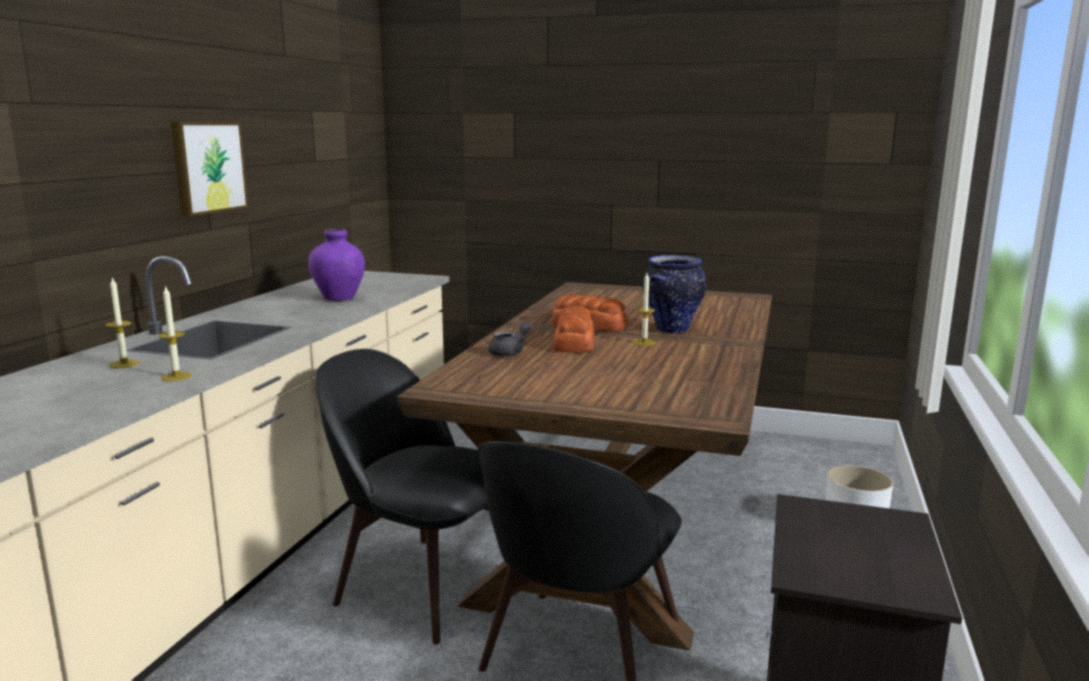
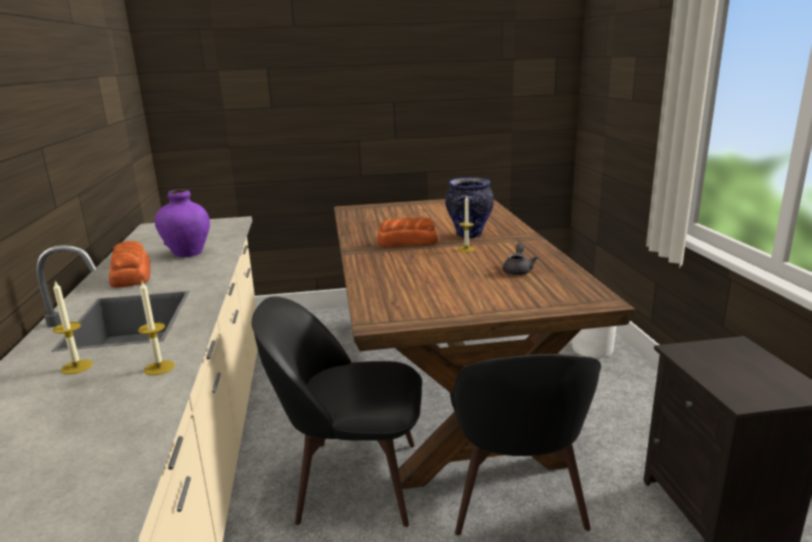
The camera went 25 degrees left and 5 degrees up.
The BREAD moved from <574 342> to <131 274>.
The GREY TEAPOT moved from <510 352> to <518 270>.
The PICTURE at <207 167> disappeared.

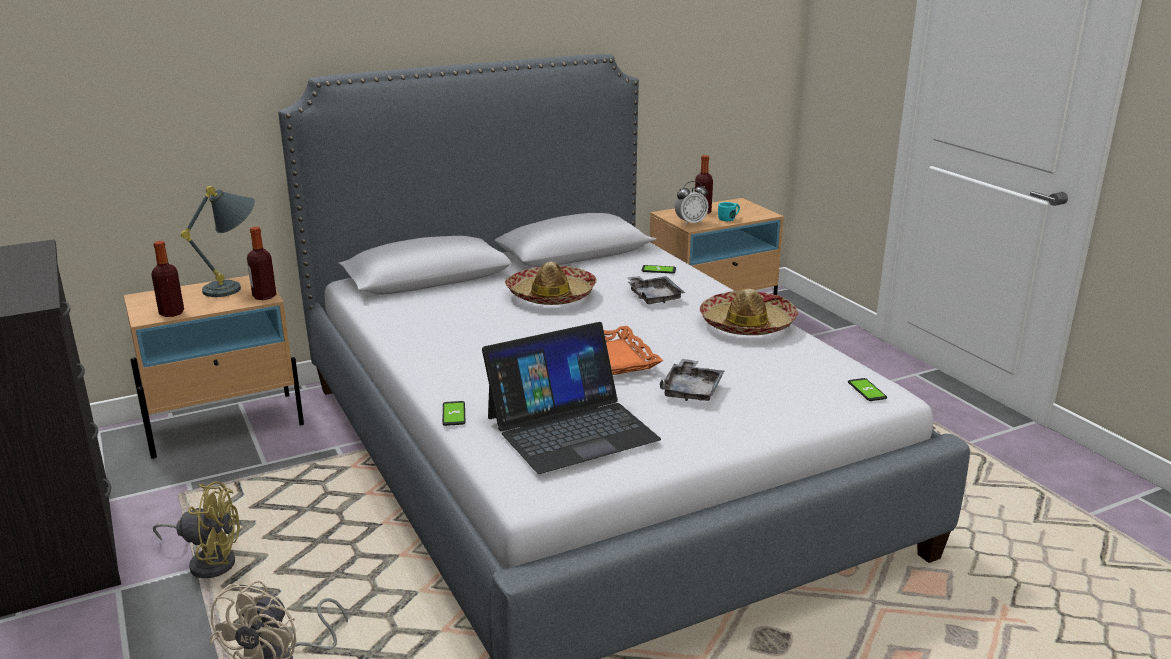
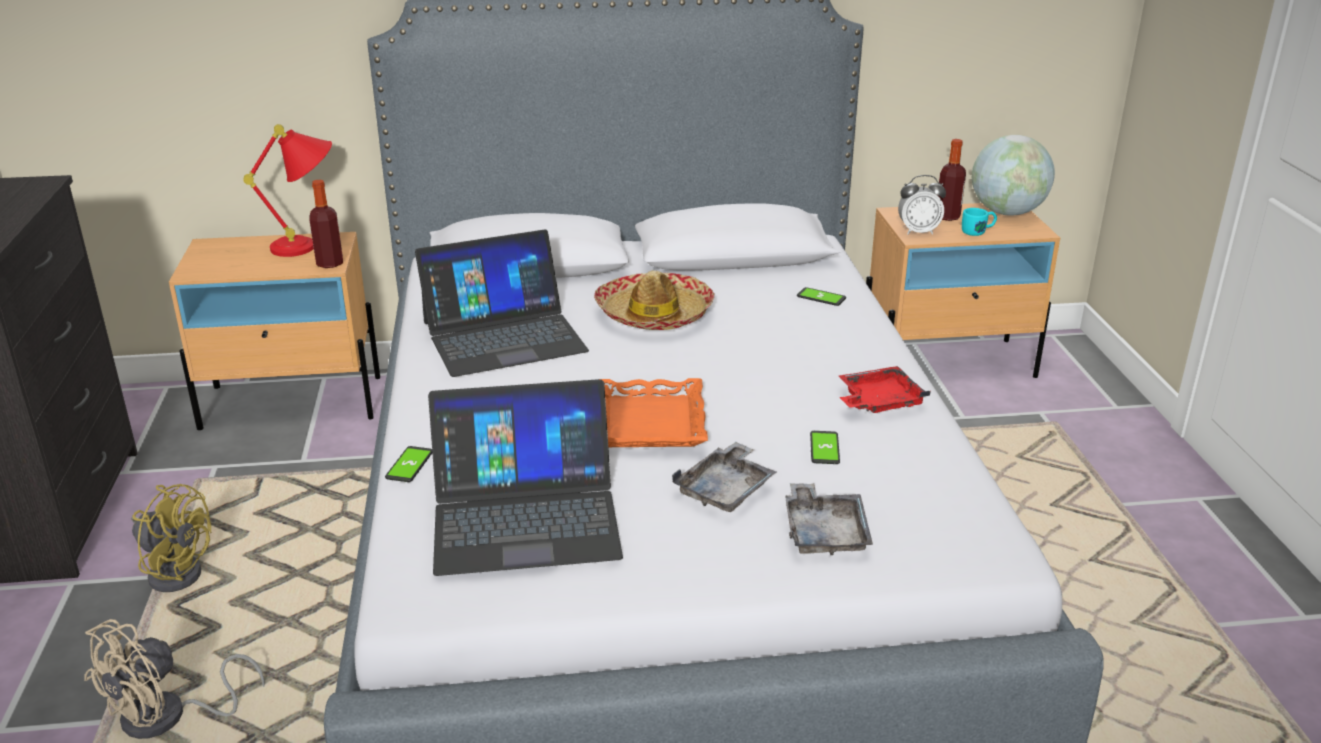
The camera went 20 degrees right and 5 degrees up.
The GREY TABLE LAMP at <235 287> became the RED TABLE LAMP at <309 246>.
The LAPTOP at <503 336> appeared.
The GREY TRAY moved from <654 297> to <824 532>.
The PHONE moved from <866 390> to <824 448>.
The HAT at <747 324> was replaced by the RED TRAY at <878 401>.
The GLOBE at <1007 212> appeared.
The BOTTLE at <171 313> disappeared.

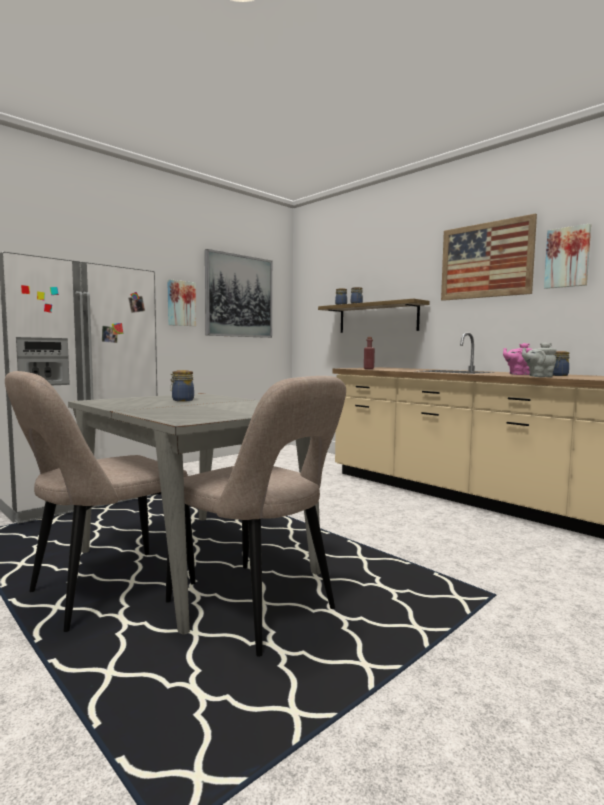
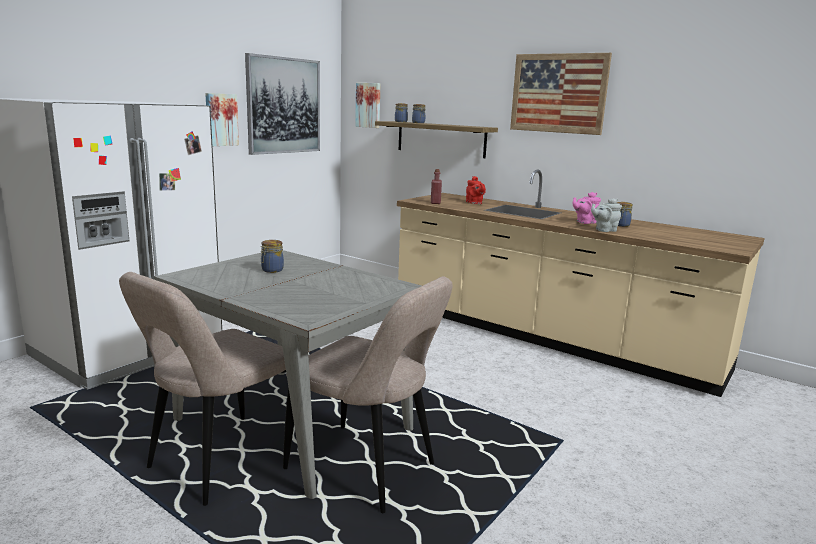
The camera went 10 degrees left and 10 degrees up.
The PICTURE moved from <567 257> to <369 105>.
The RED TEAPOT at <474 203> appeared.

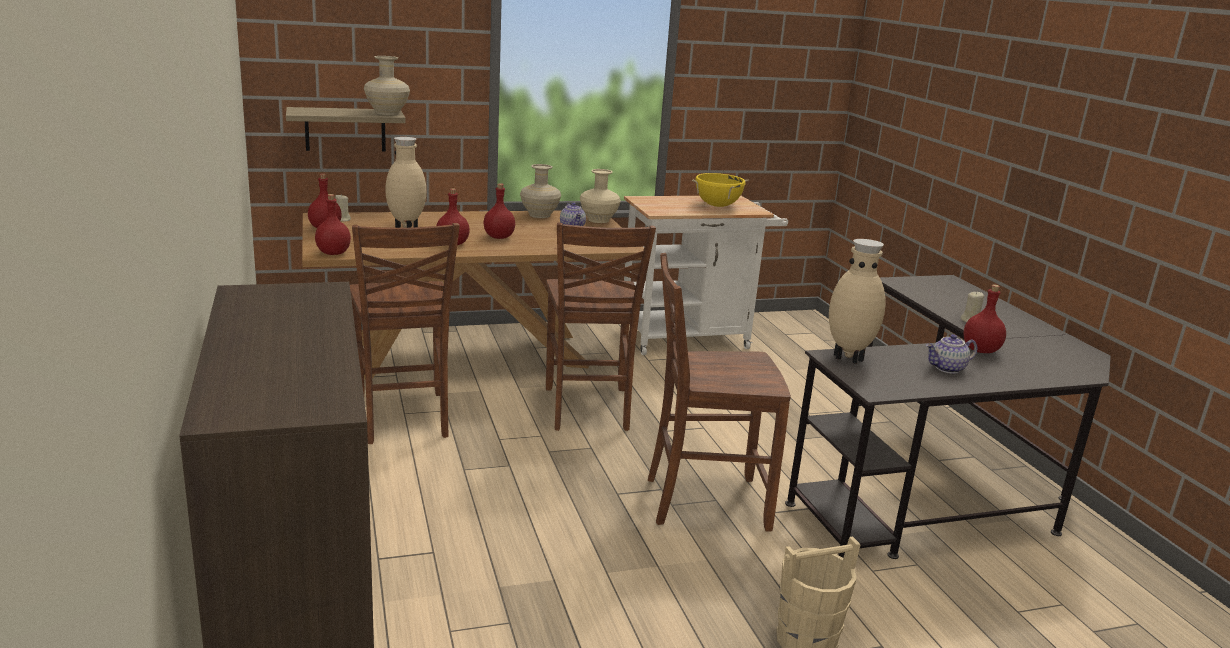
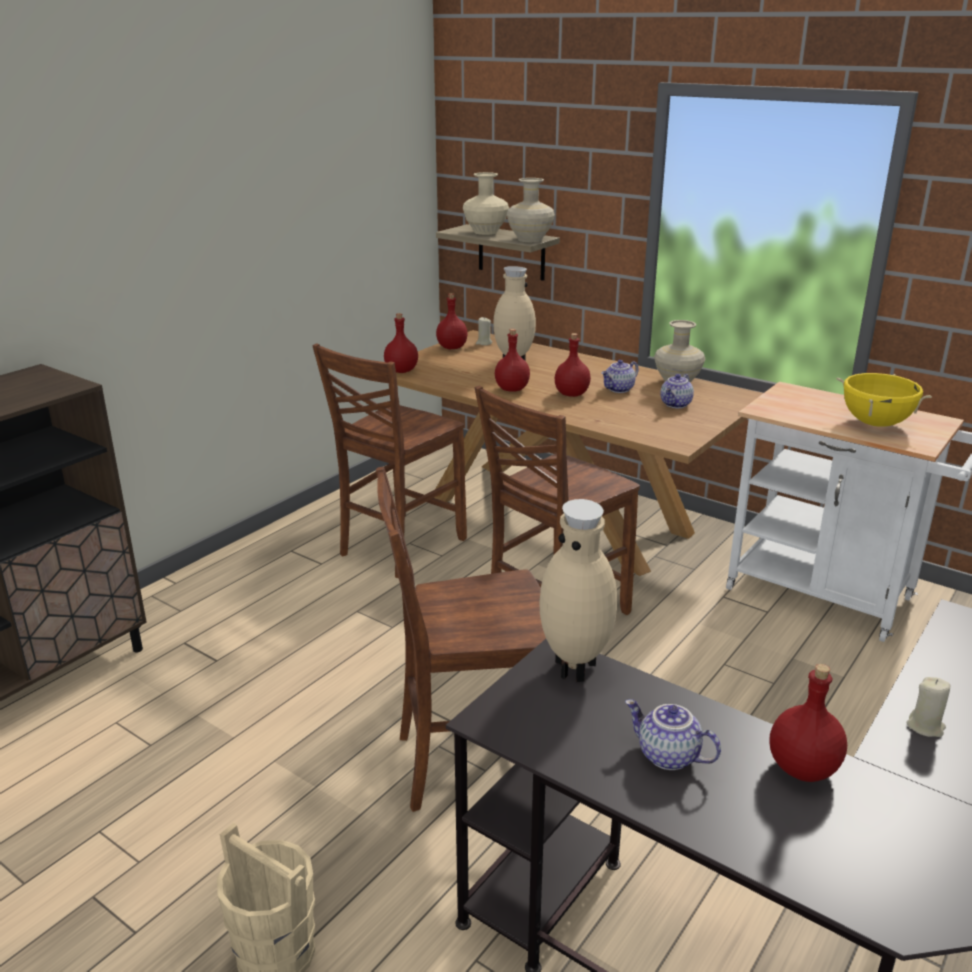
The camera went 55 degrees right and 5 degrees up.
The BROWN CHAIR at <703 502> turned 60 degrees counterclockwise.
The BEIGE VASE moved from <598 220> to <485 232>.
The TEAPOT at <619 389> appeared.

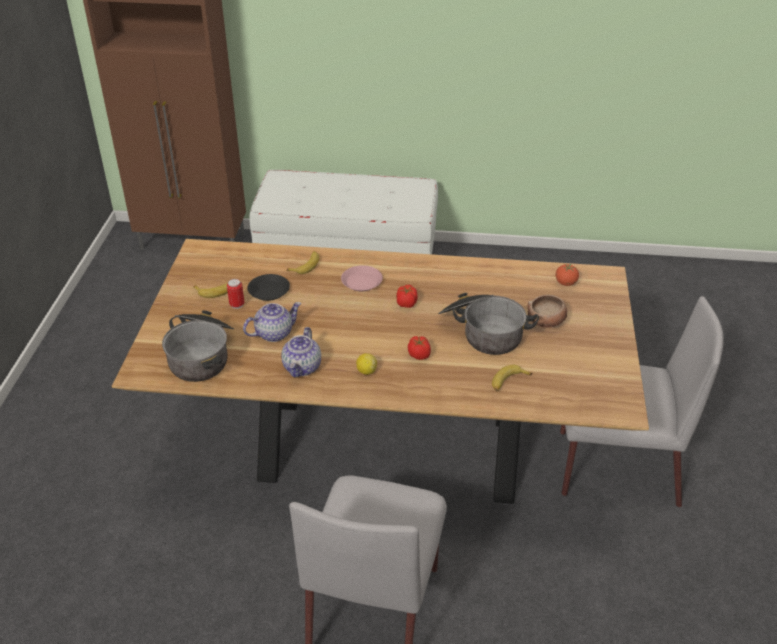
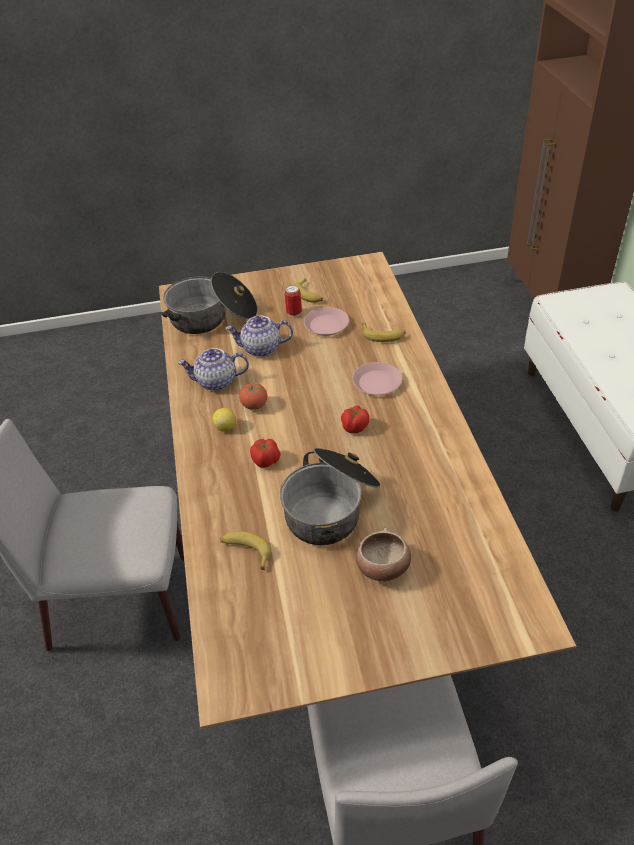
The camera went 75 degrees right and 5 degrees up.
The TEAPOT at <274 333> turned 135 degrees clockwise.
The TOMATO moved from <565 283> to <254 405>.
The BLACK PLATE at <269 291> became the PINK PLATE at <326 325>.

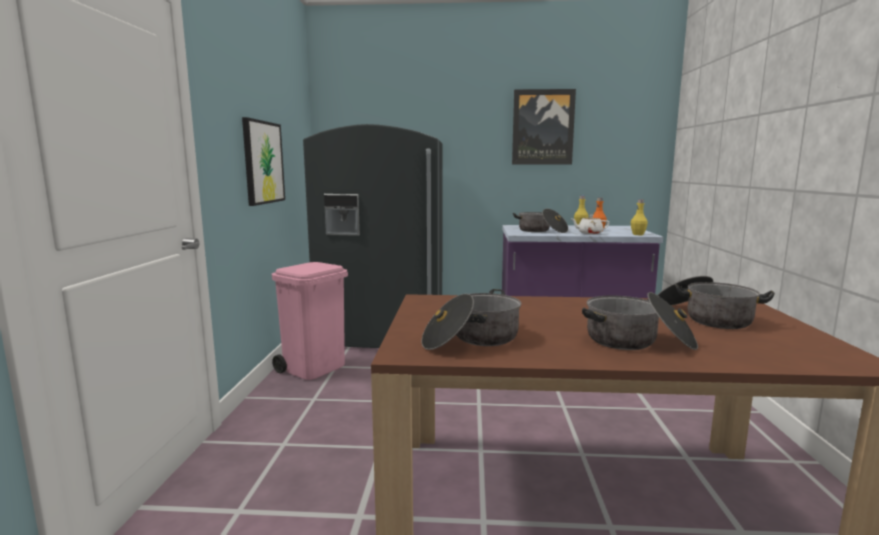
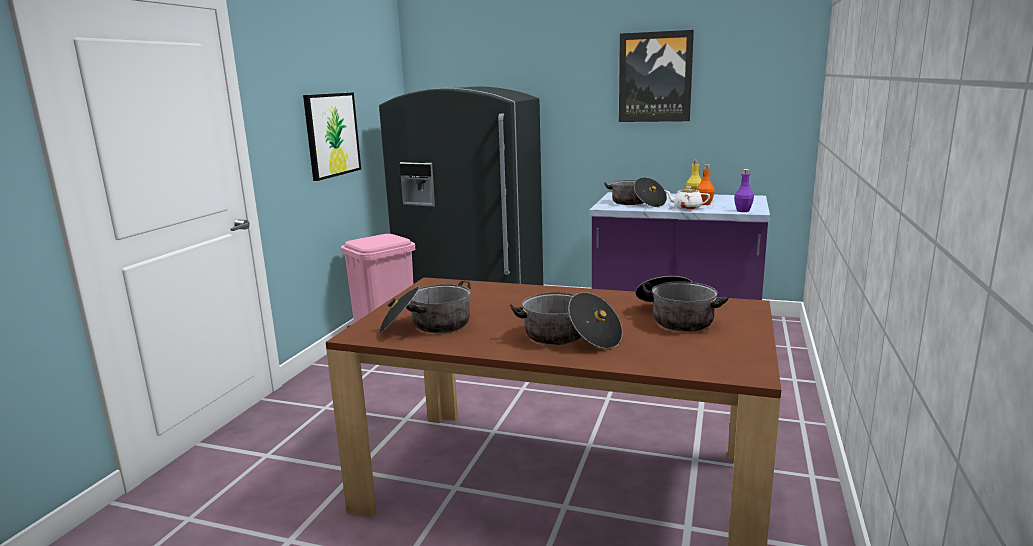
The camera went 15 degrees right and 5 degrees up.
The YELLOW BOTTLE at <638 234> became the PURPLE BOTTLE at <743 211>.

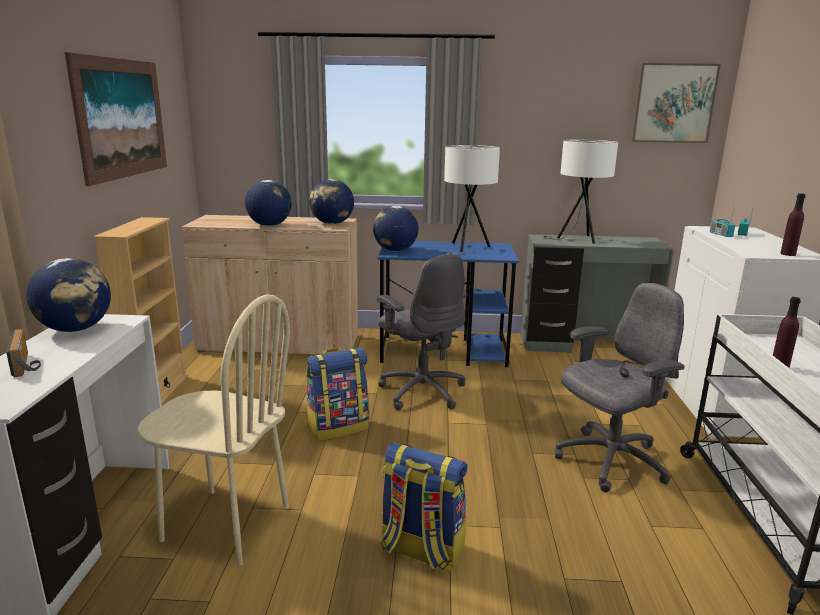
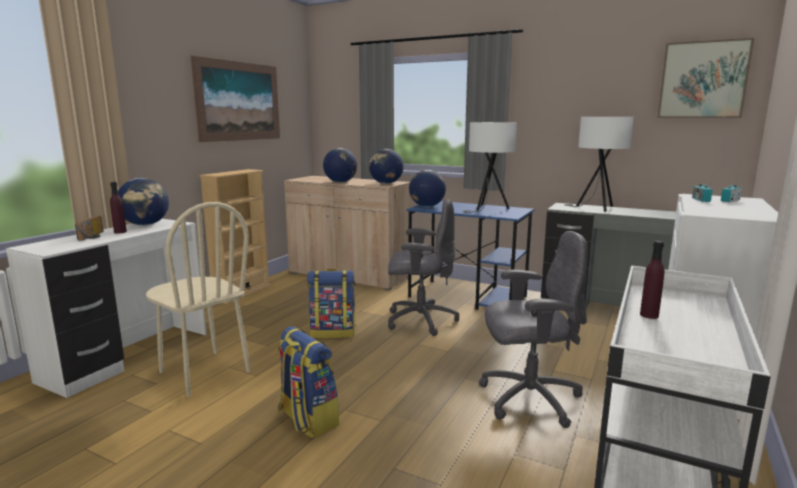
The camera went 25 degrees right and 5 degrees down.
The PURPLE BOTTLE moved from <788 254> to <120 232>.
The GREY OFFICE CHAIR at <422 391> turned 75 degrees counterclockwise.

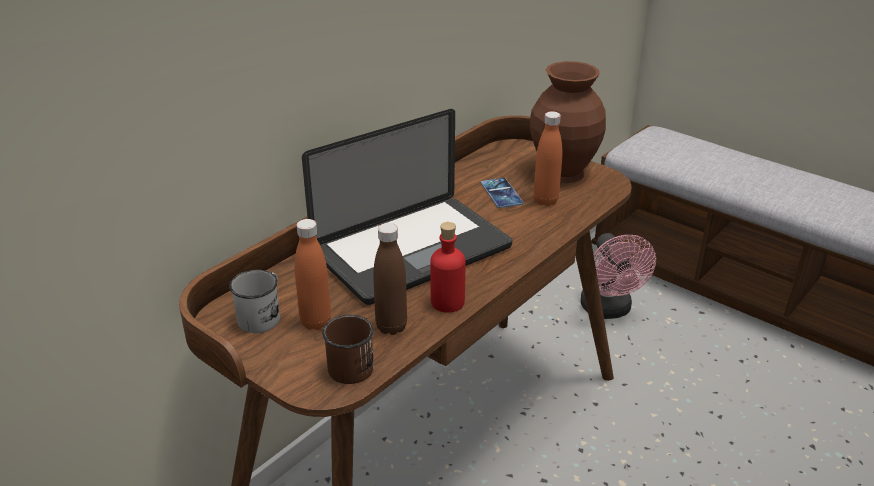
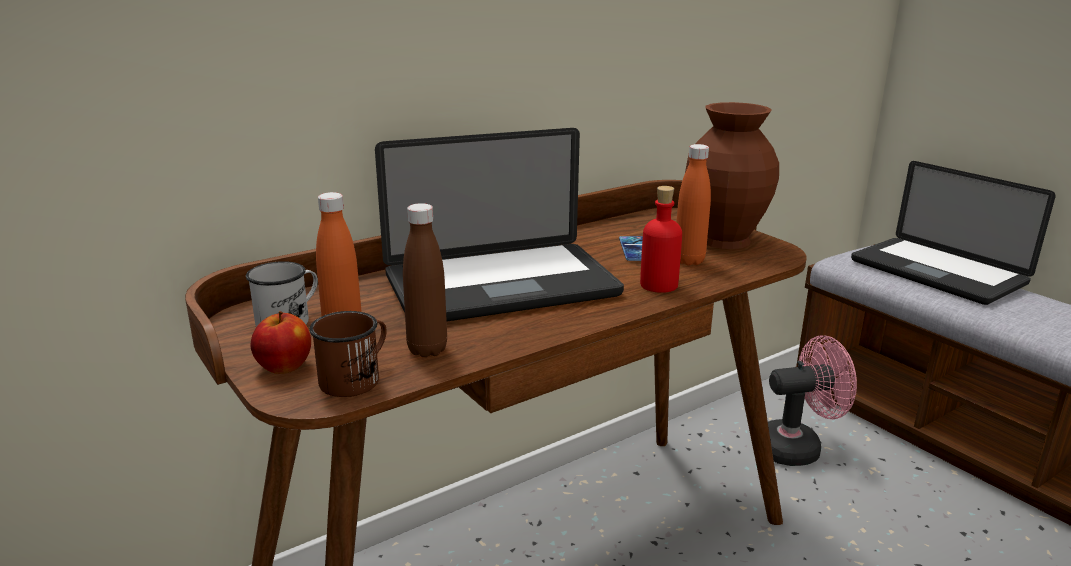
The camera went 15 degrees right and 10 degrees down.
The APPLE at <284 367> appeared.
The RED BOTTLE moved from <447 302> to <658 285>.
The PINK FAN at <609 310> turned 105 degrees counterclockwise.
The LAPTOP at <937 272> appeared.

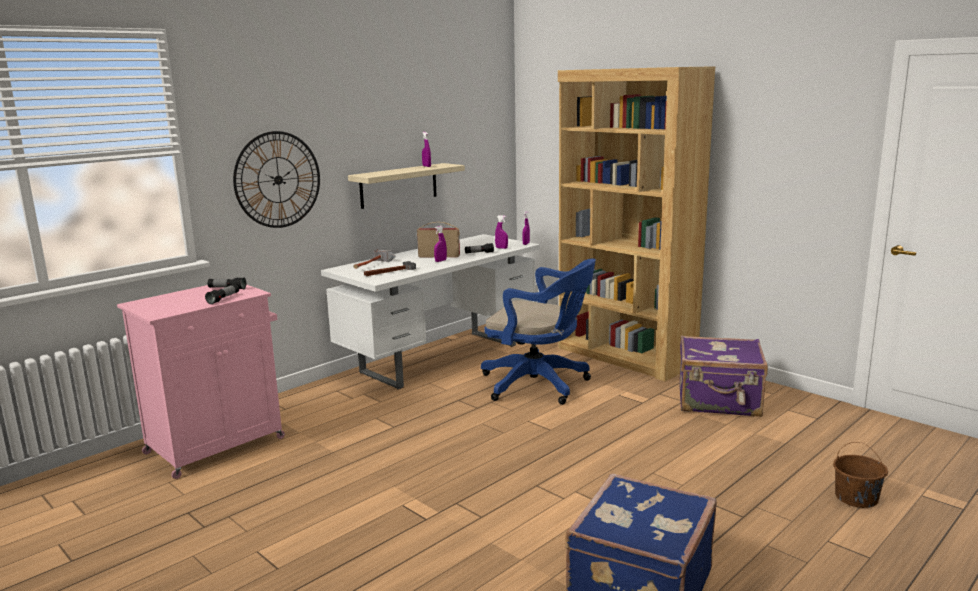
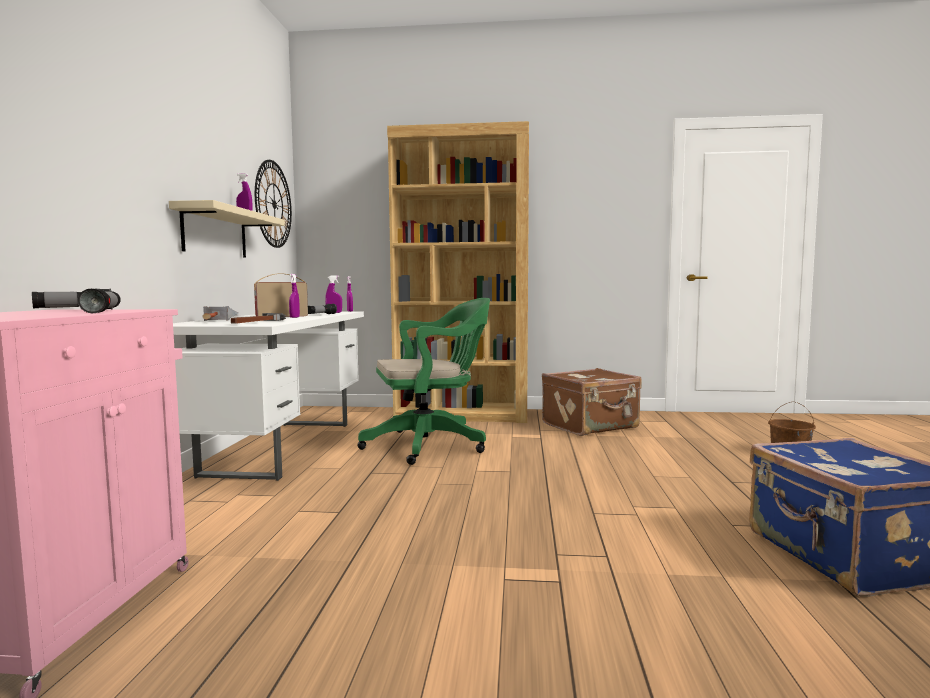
The camera went 40 degrees left and 10 degrees down.
The WALL CLOCK moved from <278 180> to <273 204>.
The BLUE OFFICE CHAIR at <540 385> became the GREEN OFFICE CHAIR at <431 445>.
The PURPLE SUITCASE at <719 402> became the BROWN SUITCASE at <591 426>.

